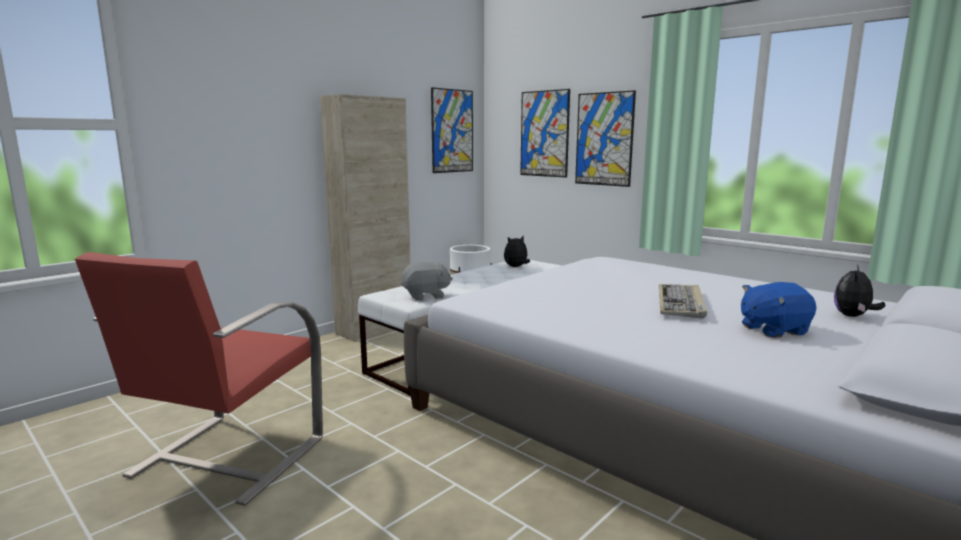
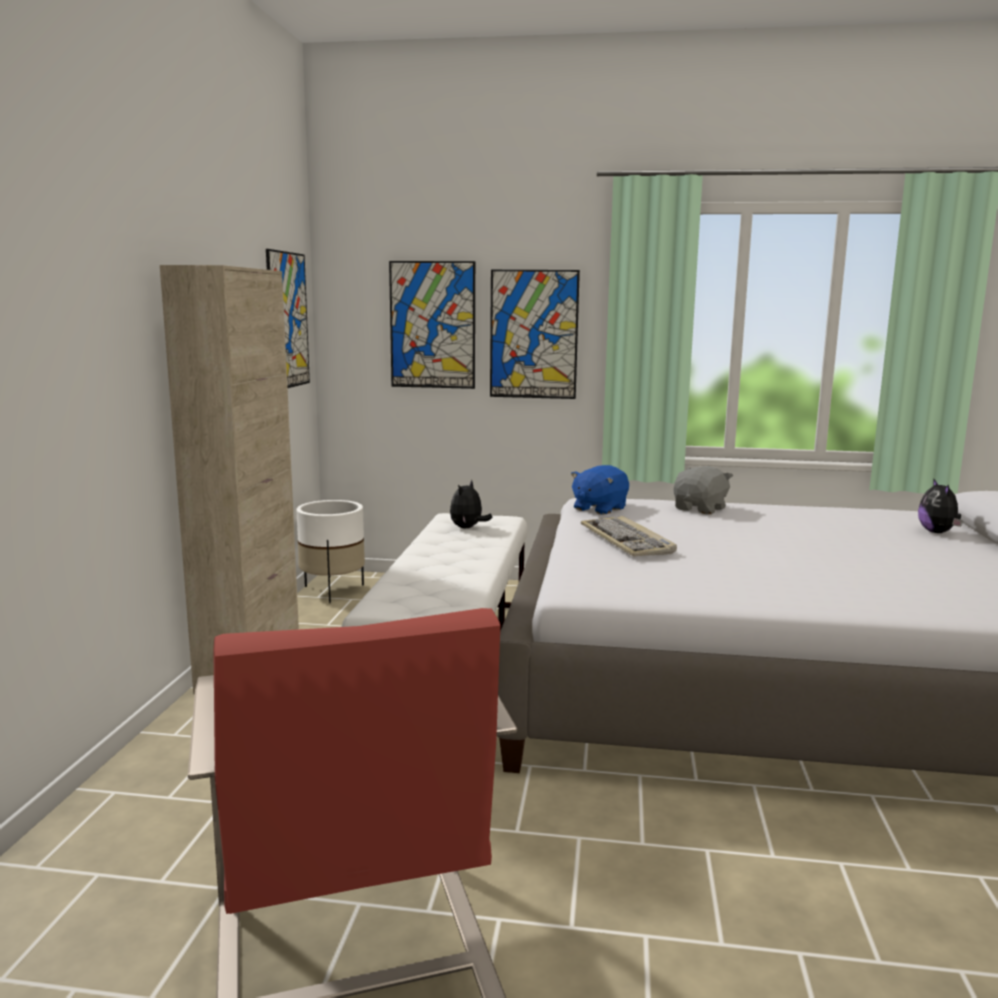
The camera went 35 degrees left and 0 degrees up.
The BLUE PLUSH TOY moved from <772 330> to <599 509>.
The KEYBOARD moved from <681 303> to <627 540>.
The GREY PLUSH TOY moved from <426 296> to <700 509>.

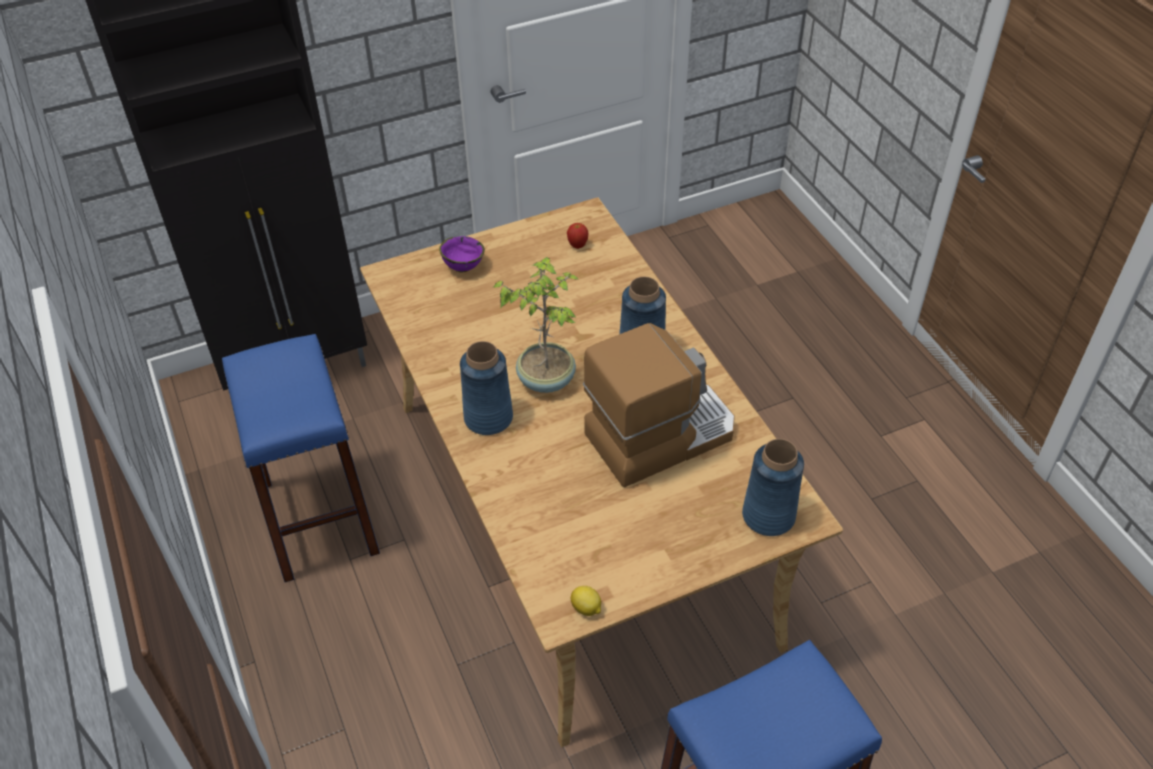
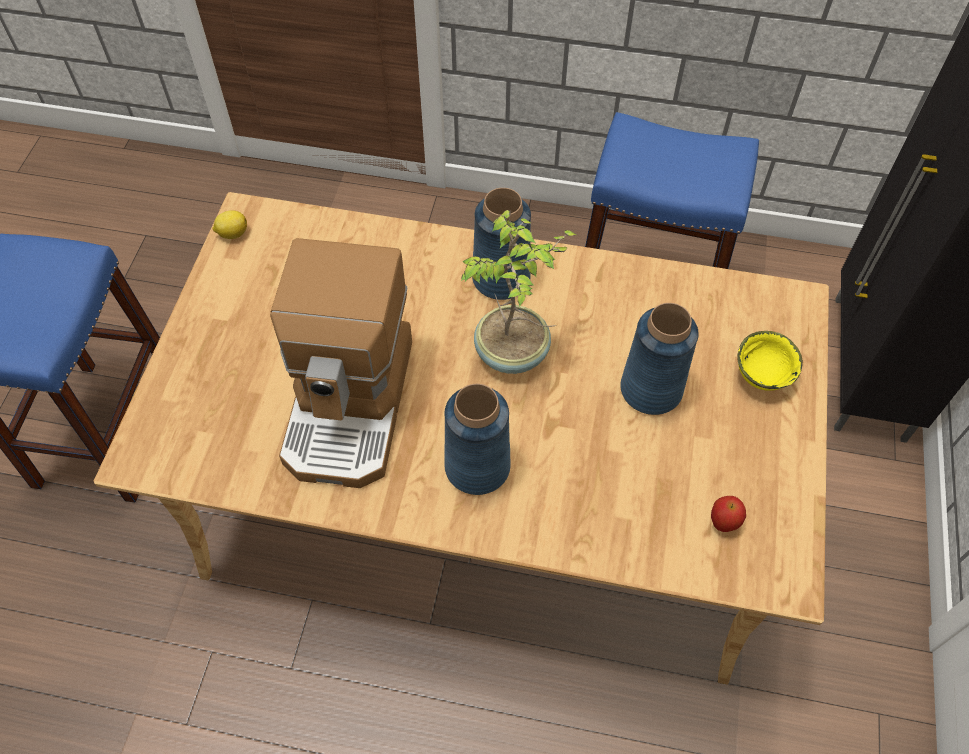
The camera went 125 degrees right and 10 degrees up.
The BLUE VASE moved from <768 516> to <650 389>.
The PURPLE BOWL at <462 267> became the YELLOW BOWL at <762 376>.

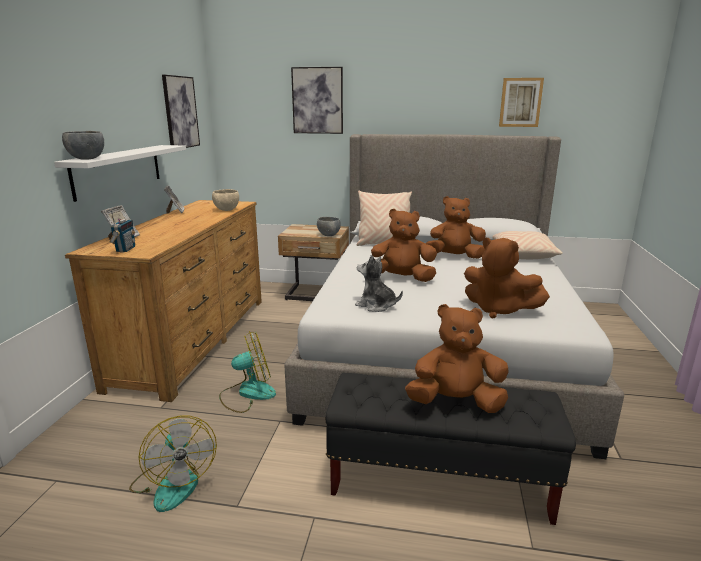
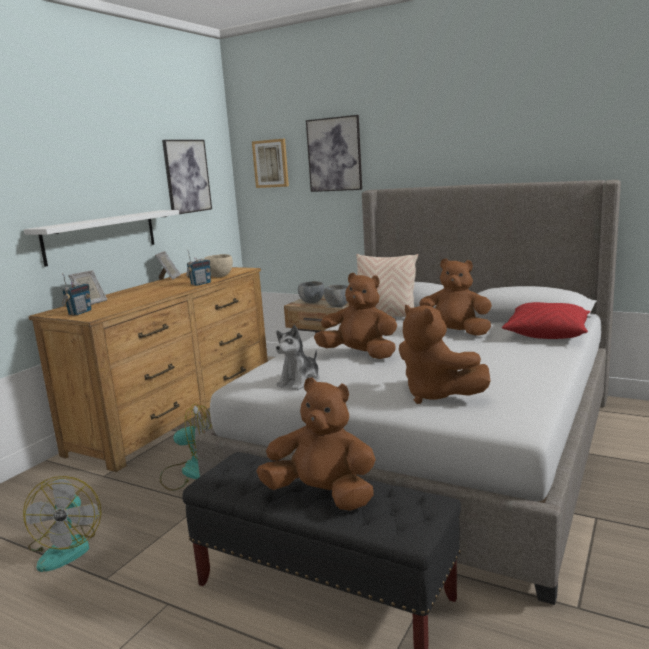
The camera went 20 degrees right and 5 degrees down.
The RADIO at <200 284> appeared.
The PICTURE moved from <520 102> to <271 163>.
The PLUSH TOY at <376 305> turned 105 degrees counterclockwise.
The GREY BOWL moved from <86 158> to <311 302>.
The BEIGE PILLOW at <522 255> became the RED PILLOW at <546 333>.

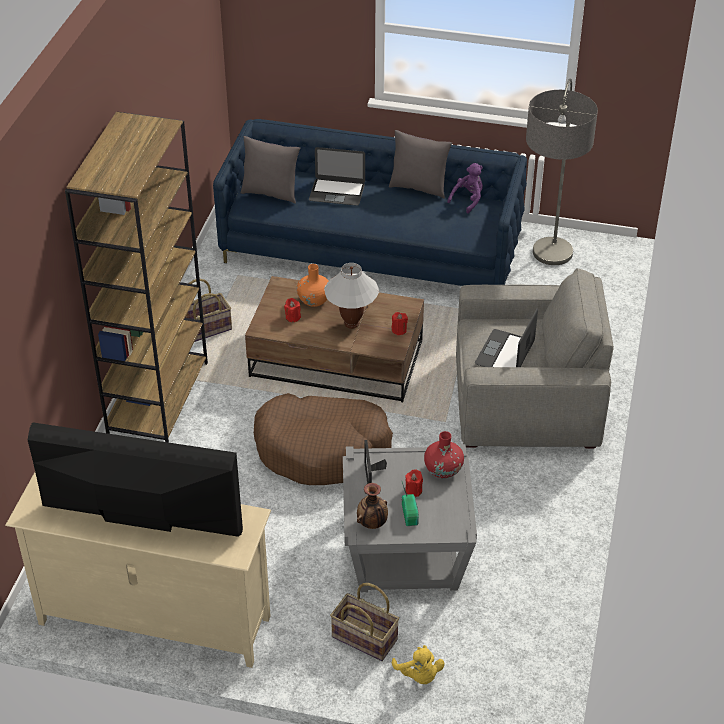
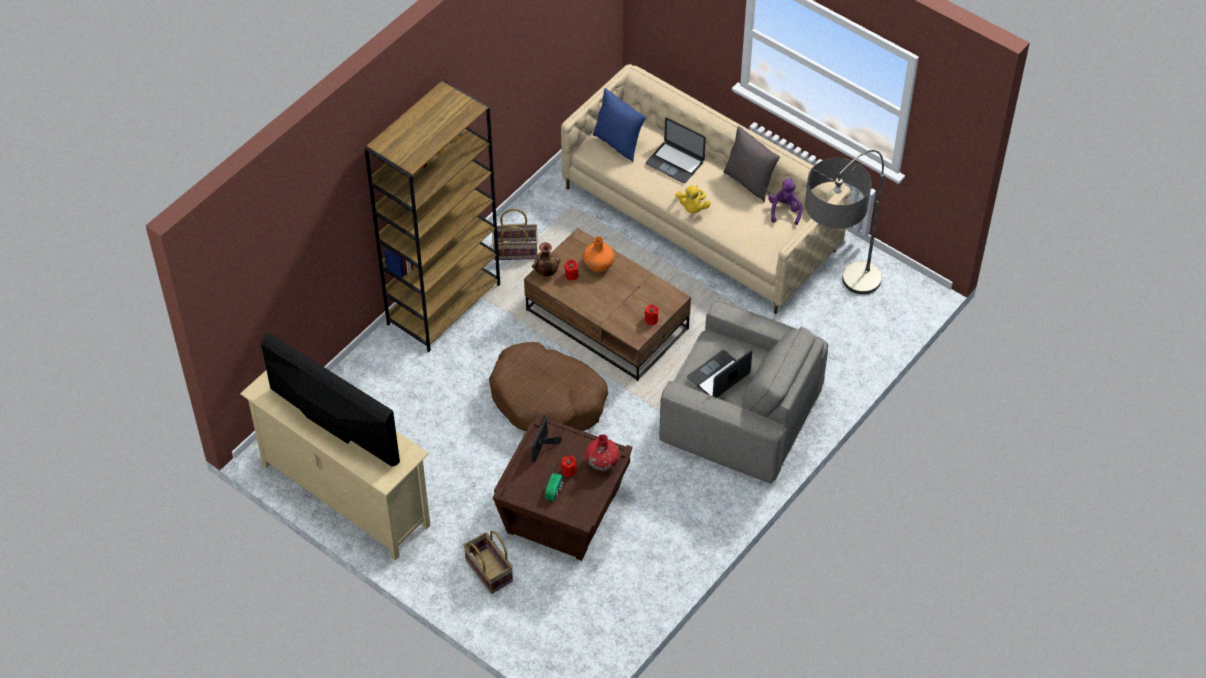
The camera went 25 degrees right and 10 degrees up.
The GREY SIDE TABLE at <407 547> became the BROWN SIDE TABLE at <564 510>.
The VASE moved from <372 523> to <546 272>.
The BLUE SOFA at <371 250> became the BEIGE SOFA at <701 219>.
The GREY PILLOW at <270 193> became the BLUE PILLOW at <618 143>.
The YELLOW PLUSH TOY moved from <419 675> to <692 208>.
The PURPLE PLUSH TOY at <468 200> turned 60 degrees counterclockwise.
The WHITE TABLE LAMP at <351 324> disappeared.

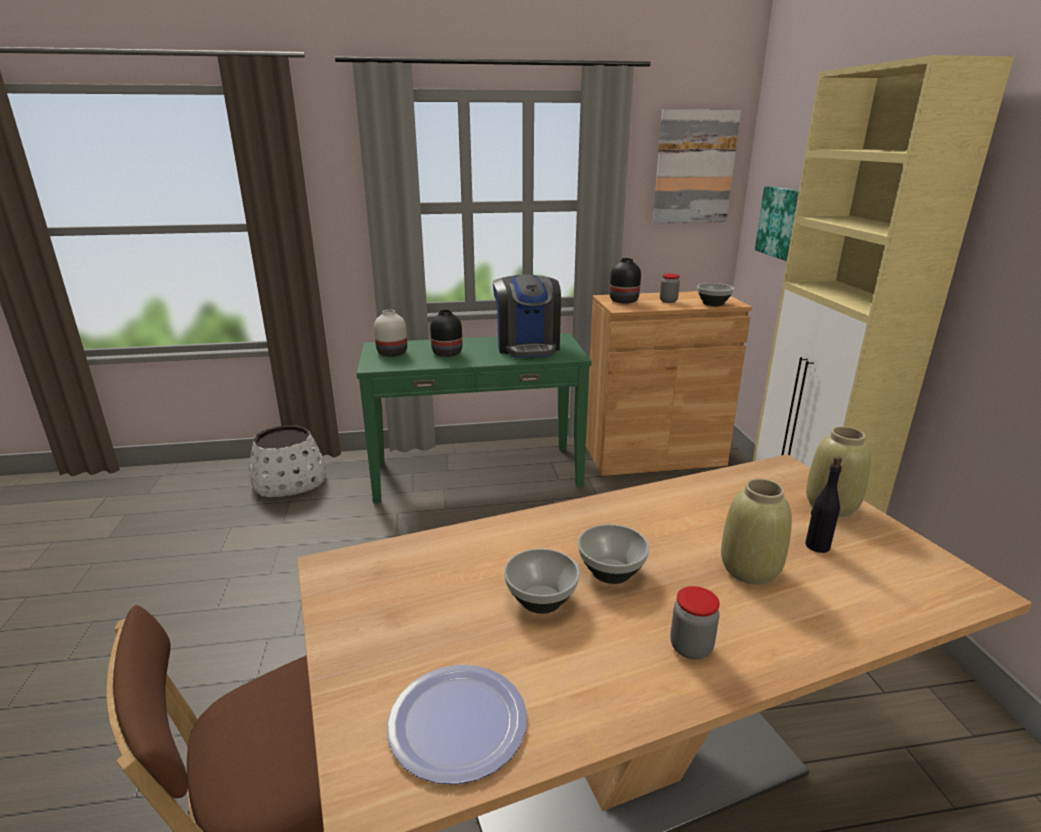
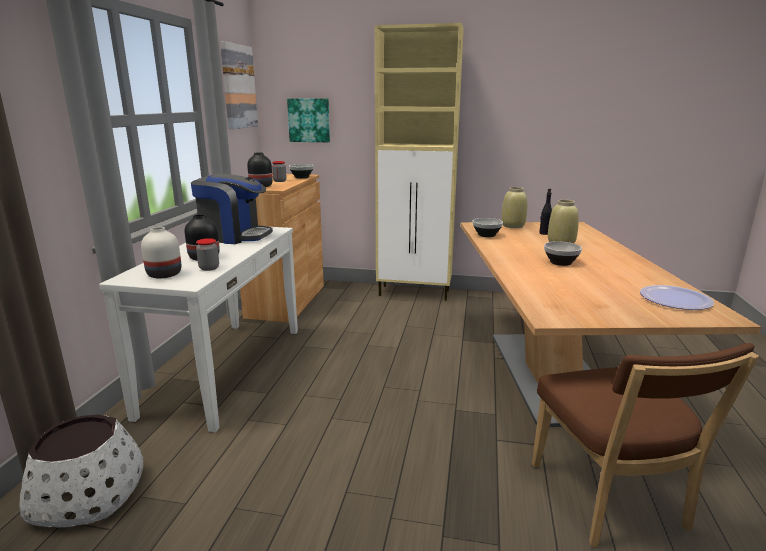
The camera went 70 degrees left and 5 degrees down.
The GREEN CONSOLE TABLE at <476 472> became the WHITE CONSOLE TABLE at <225 369>.
The JAR moved from <691 647> to <209 268>.
The BOWL moved from <541 600> to <487 235>.

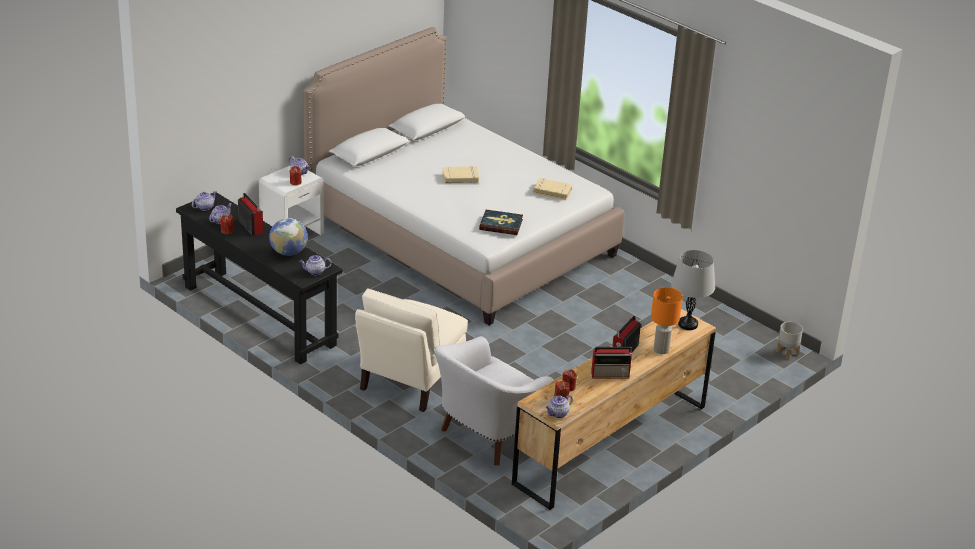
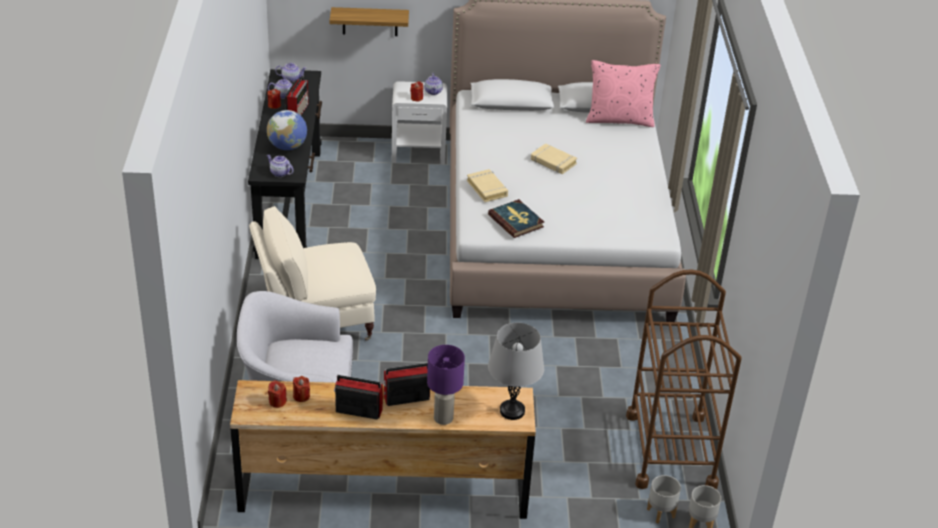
The camera went 45 degrees right and 5 degrees up.
The SHELF at <370 21> appeared.
The RADIO at <611 374> turned 150 degrees clockwise.
The ORANGE TABLE LAMP at <661 350> became the PURPLE TABLE LAMP at <443 418>.
The BEIGE BOOK moved from <552 191> to <487 188>.
The PINK PILLOW at <619 119> appeared.
The BROWN CART at <671 450> appeared.
The GREY PLANTER at <660 513> appeared.
The TEAPOT at <558 414> disappeared.

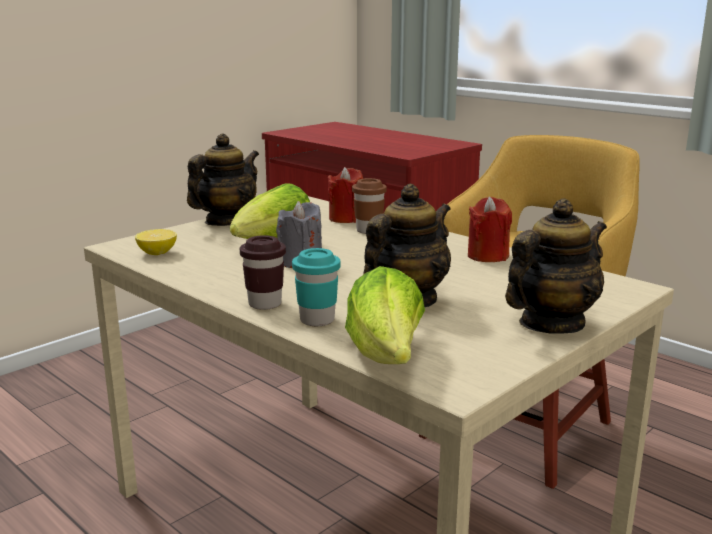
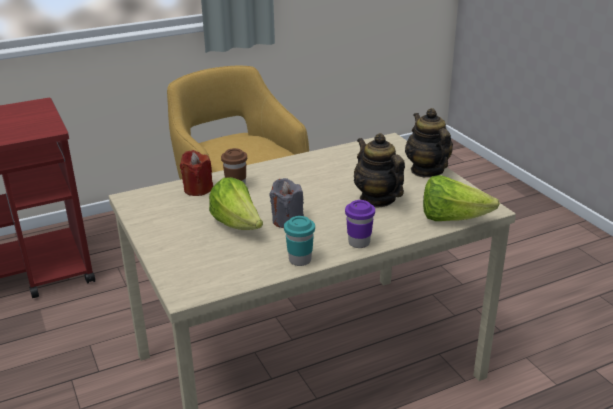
The camera went 70 degrees left and 10 degrees up.
The TURQUOISE CUP moved from <317 320> to <300 260>.
The BROWN CUP at <265 304> became the PURPLE CUP at <359 243>.
The LEMON at <157 253> disappeared.
The TEAPOT at <226 222> disappeared.
The RED CANDLE at <488 256> disappeared.

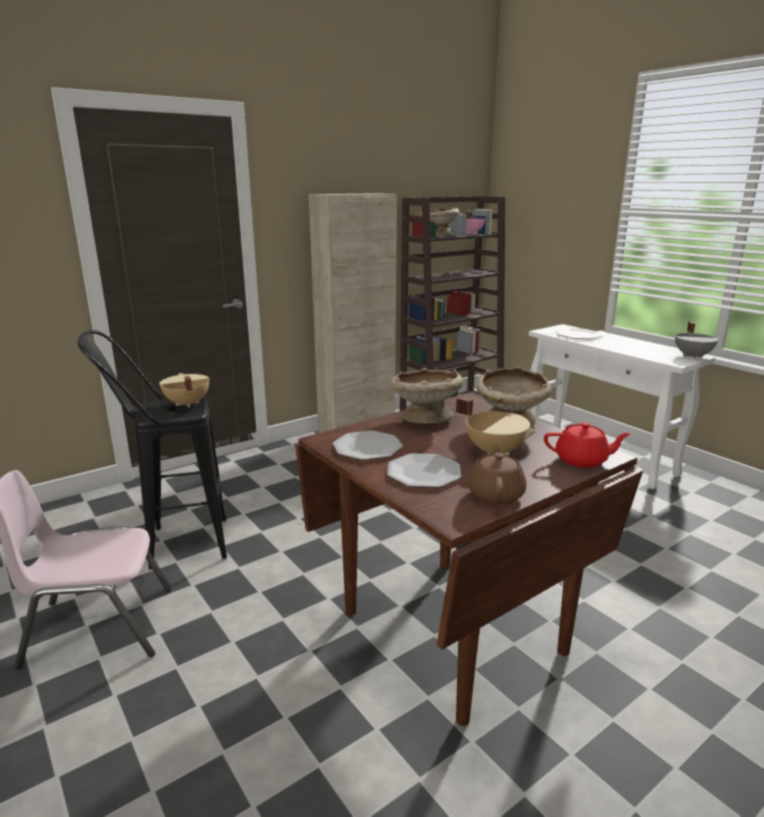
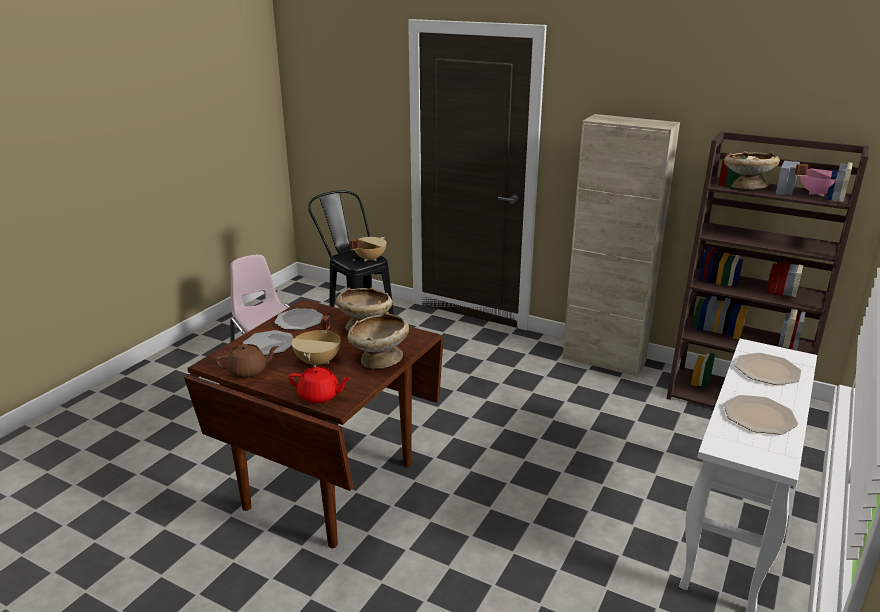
The camera went 65 degrees right and 5 degrees up.
The RED TEAPOT at <582 460> turned 60 degrees counterclockwise.
The PLATE at <760 416> appeared.
The GREY COOKING POT at <693 356> disappeared.

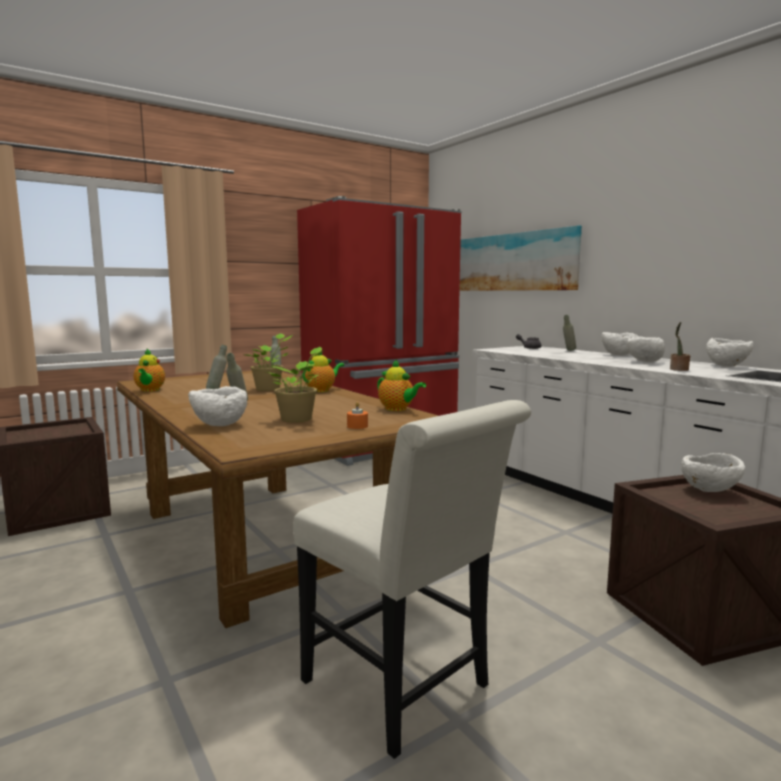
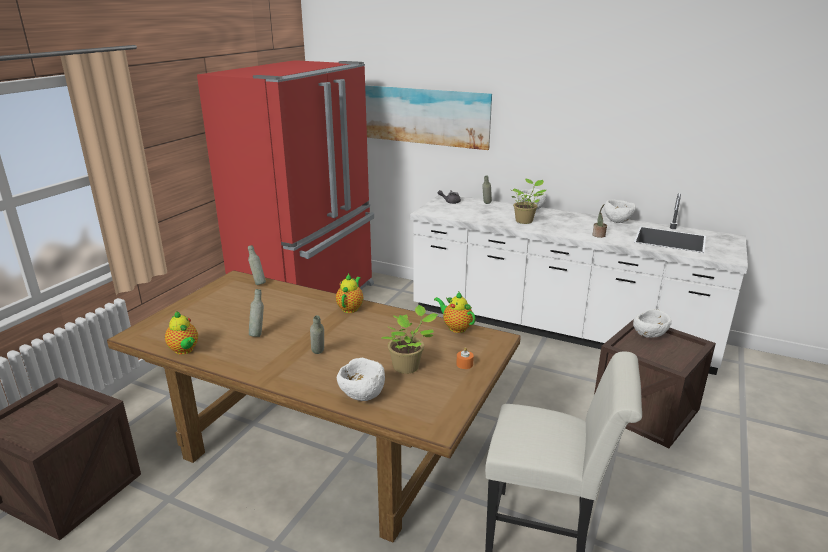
The camera went 30 degrees left and 15 degrees up.
The TEAPOT at <398 409> turned 150 degrees counterclockwise.
The POTTED PLANT moved from <270 389> to <525 221>.
The WHITE BOWL at <644 361> disappeared.

